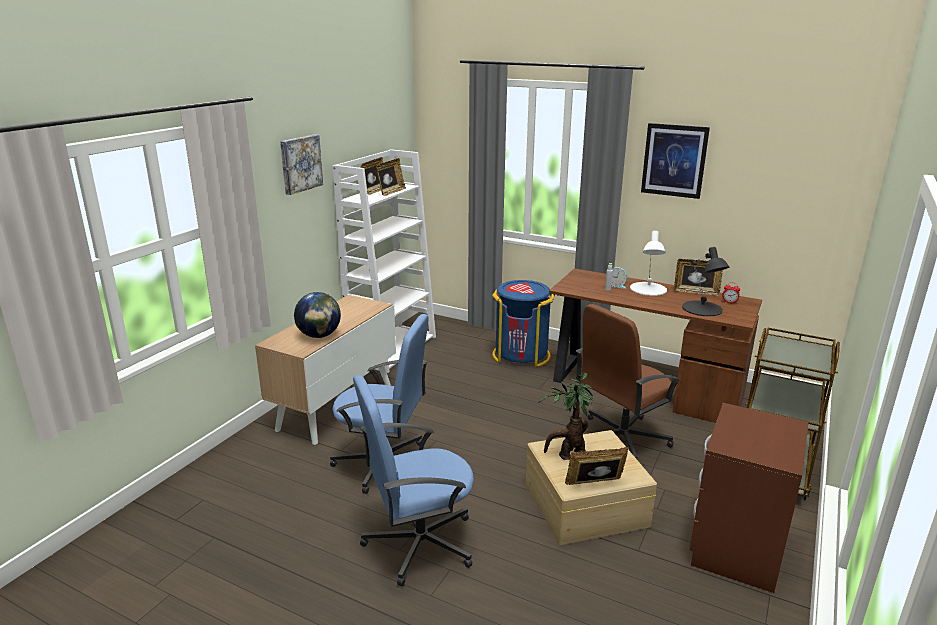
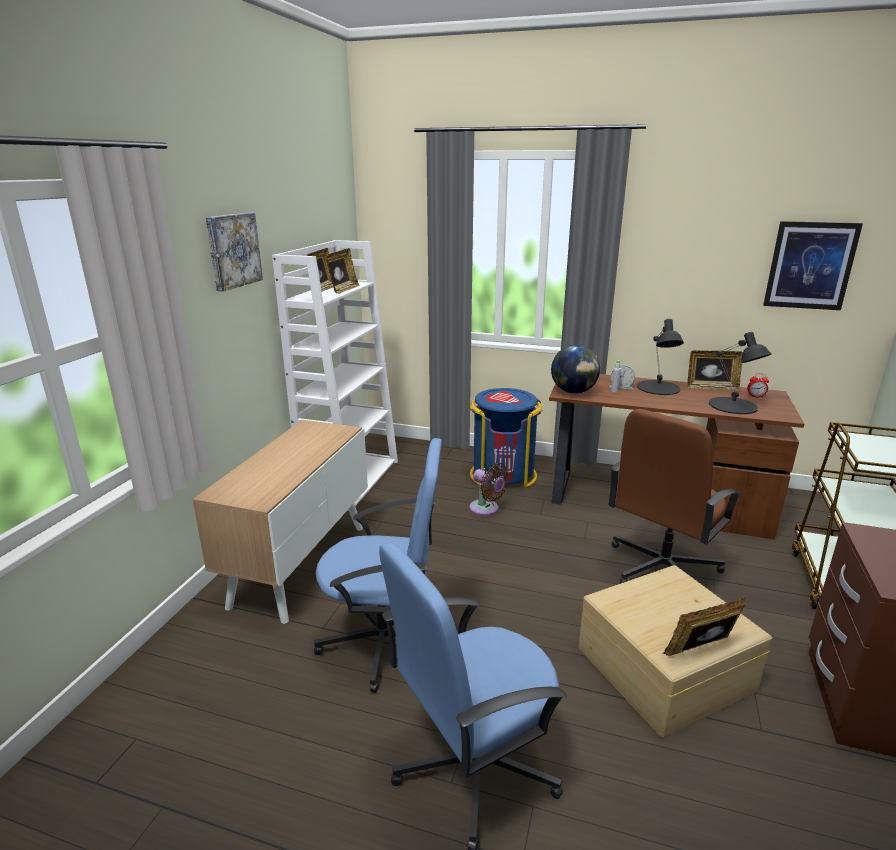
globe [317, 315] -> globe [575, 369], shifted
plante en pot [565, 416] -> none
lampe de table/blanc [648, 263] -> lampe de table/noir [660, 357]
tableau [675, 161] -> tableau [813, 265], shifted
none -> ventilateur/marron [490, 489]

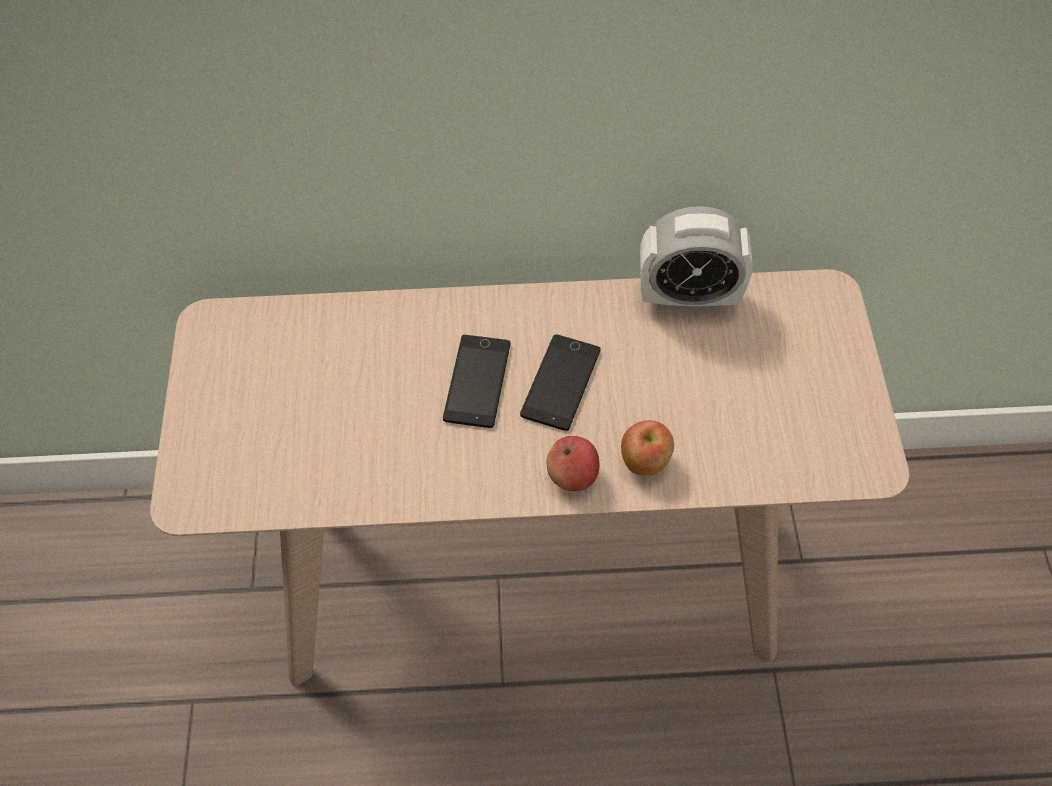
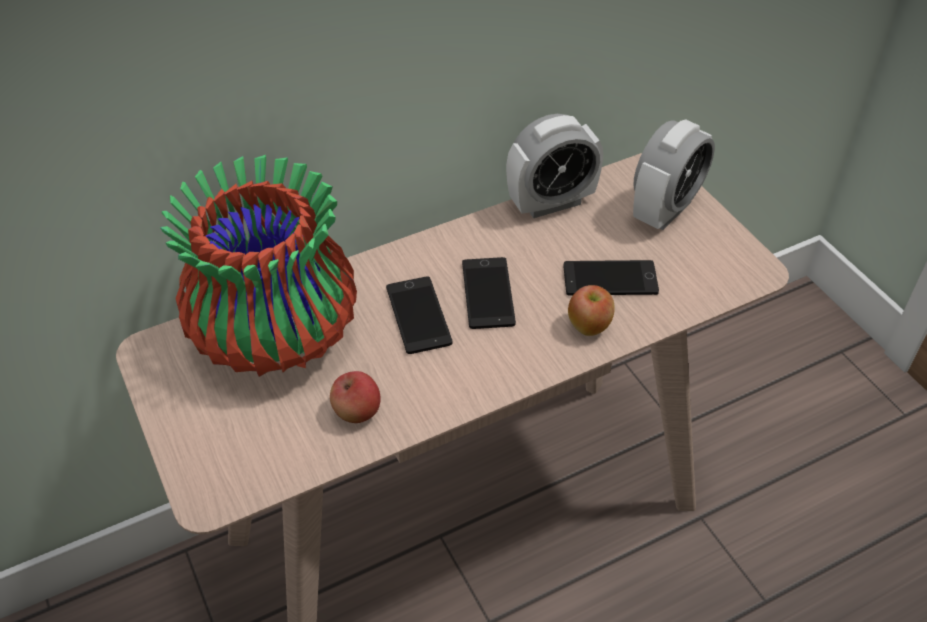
pomme [573, 463] -> pomme [355, 397], shifted
none -> vase [258, 266]
none -> téléphone [611, 278]
none -> réveil [674, 174]

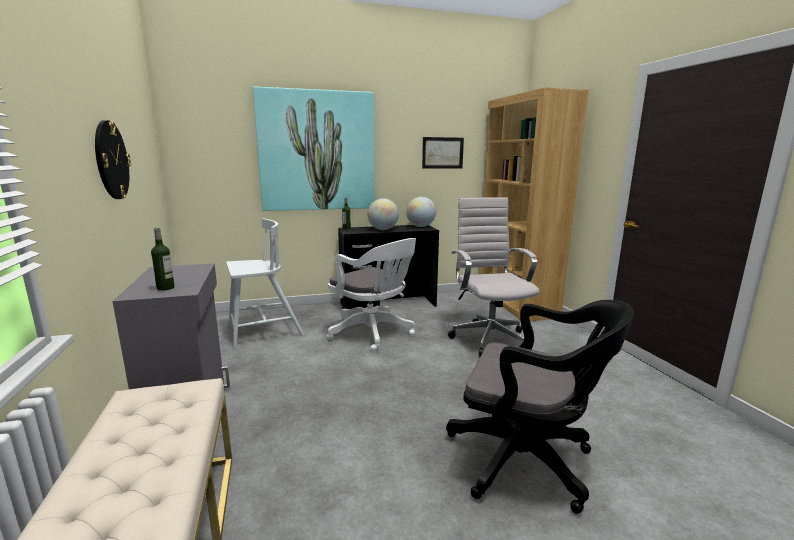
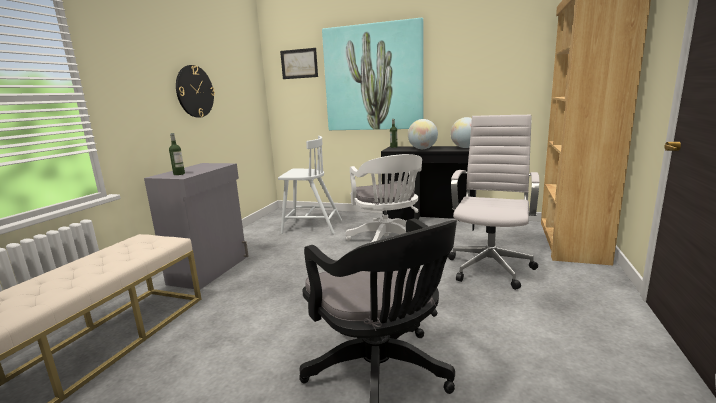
tableau [443, 153] -> tableau [299, 63], shifted

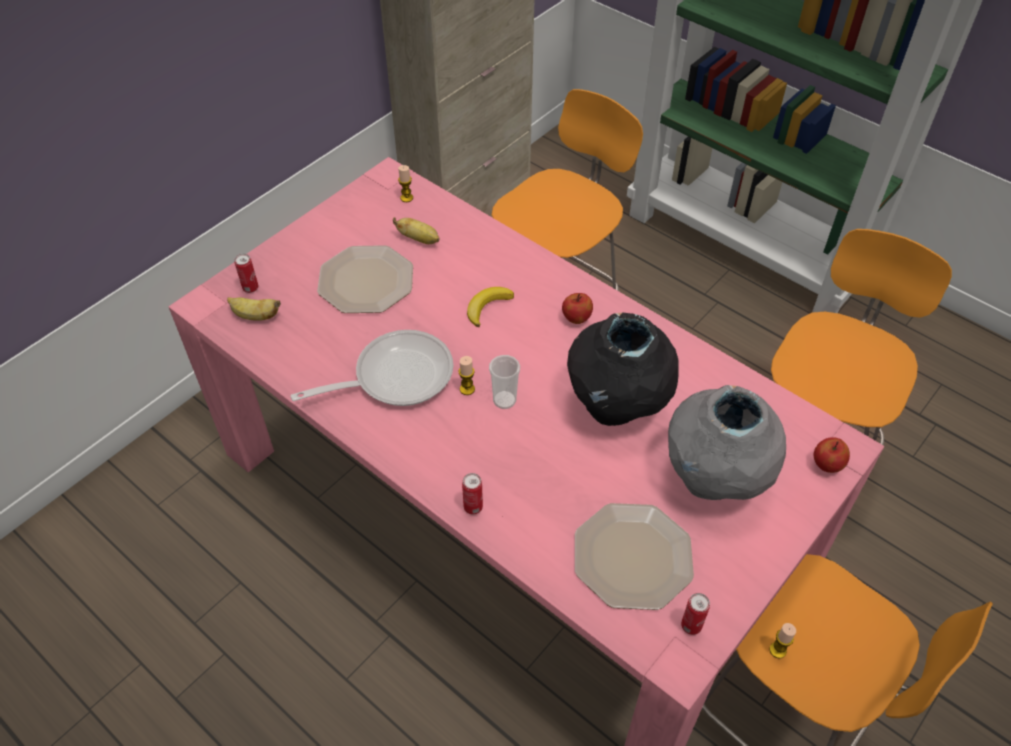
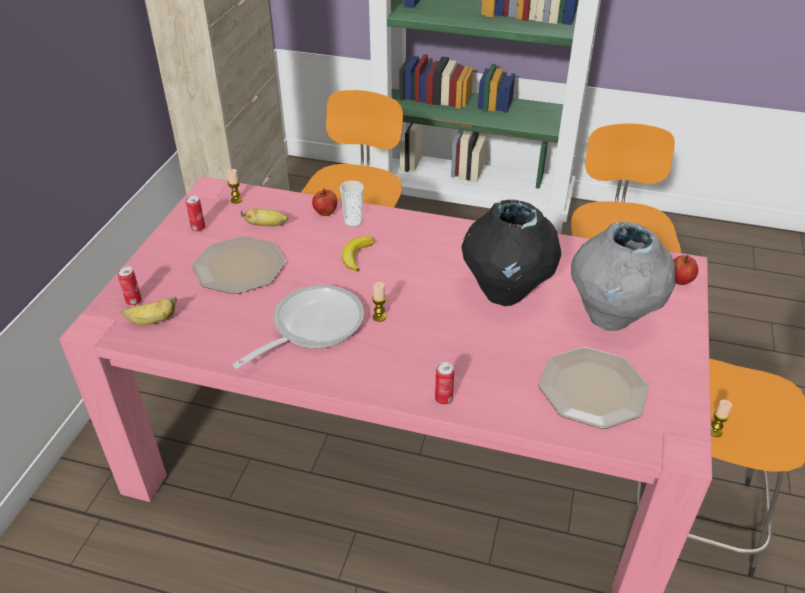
tasse [504, 382] -> tasse [352, 204], shifted
pomme [577, 308] -> pomme [324, 202], shifted
boîte métallique [695, 614] -> boîte métallique [195, 214], shifted

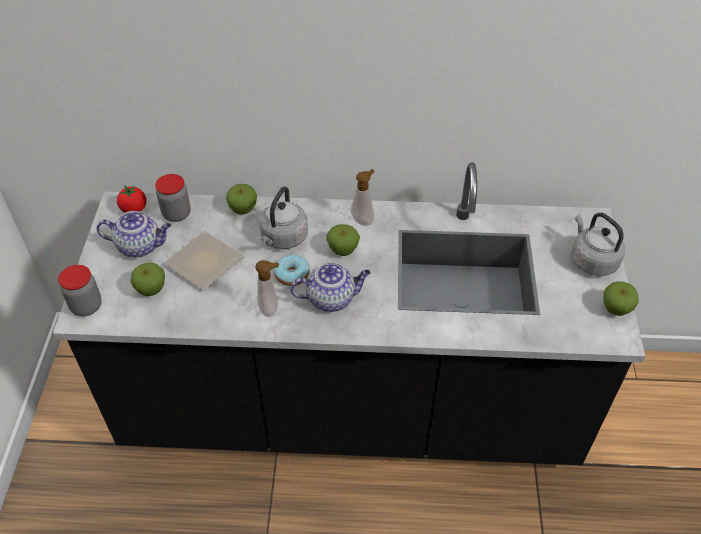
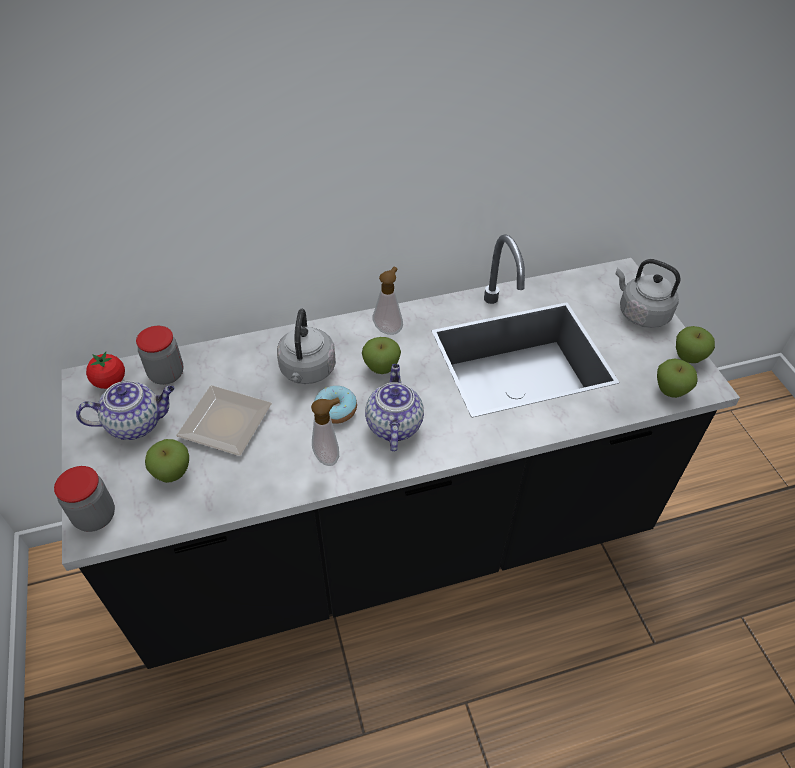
pomme [241, 199] -> pomme [677, 378], shifted
théière [330, 287] -> théière [394, 408], 60 degrees counterclockwise

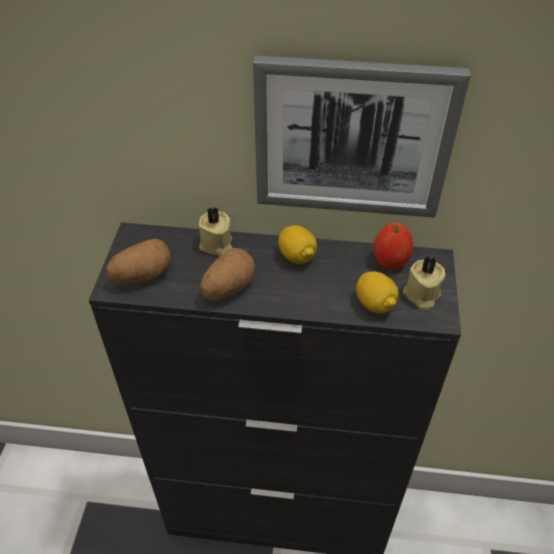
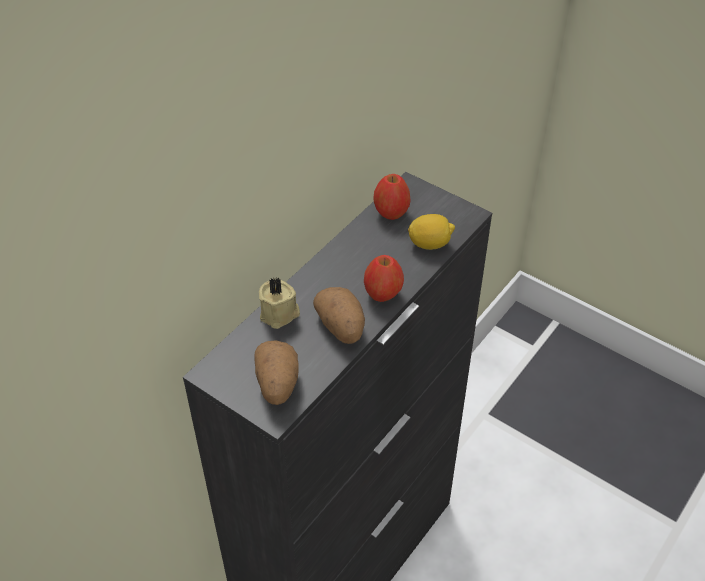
tableau [361, 137] -> none
citron [297, 244] -> none
bougie/beige [424, 282] -> none
none -> pomme [384, 278]

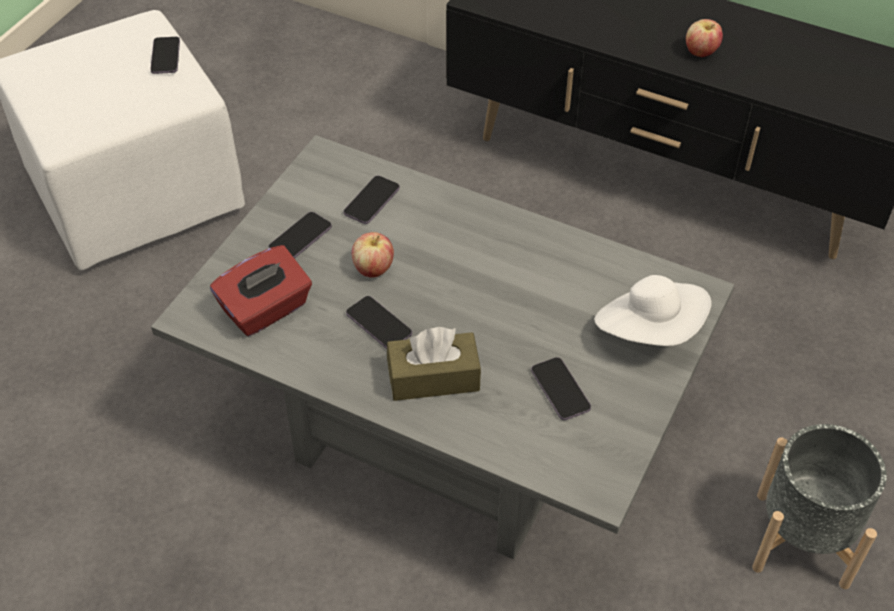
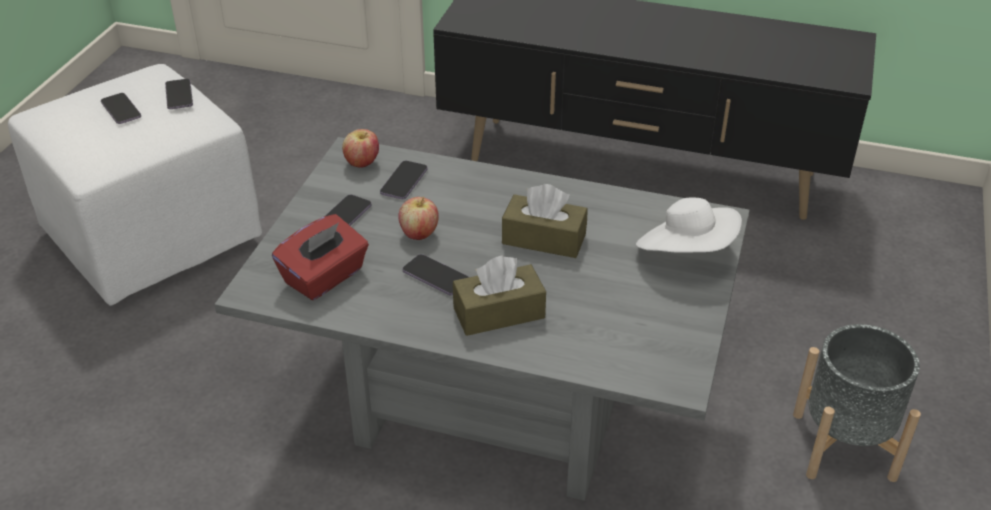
téléphone [561, 388] -> téléphone [121, 108], shifted
pomme [704, 38] -> pomme [360, 148], shifted
none -> boîte à mouchoirs/marron [545, 221]

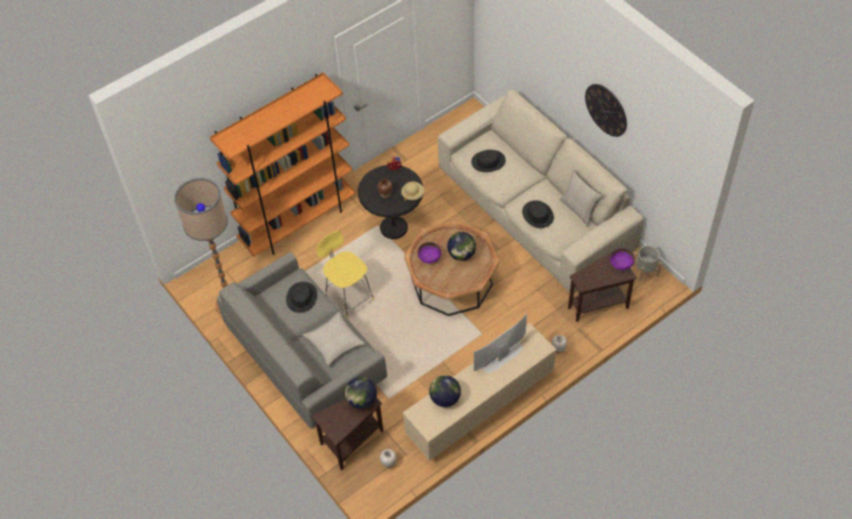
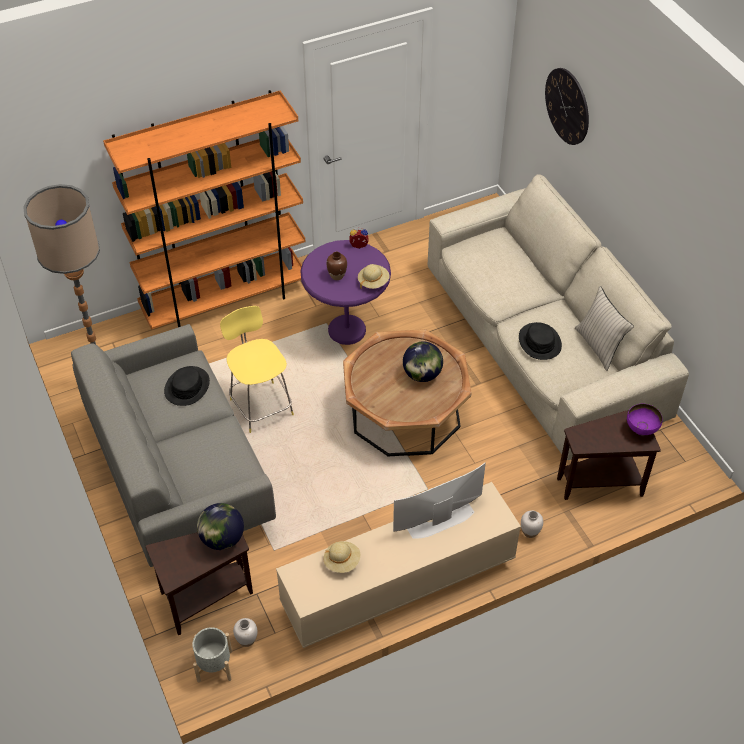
coussin/beige [334, 339] -> none
table d'appoint/noir [390, 202] -> table d'appoint/violet [345, 292]
bol/violet [429, 253] -> none
globe [445, 391] -> chapeau/beige [342, 557]
chapeau/noir [488, 161] -> none
horloge murale [606, 110] -> horloge murale [567, 106], shifted
cache-pot/gris [647, 263] -> cache-pot/gris [212, 654], shifted

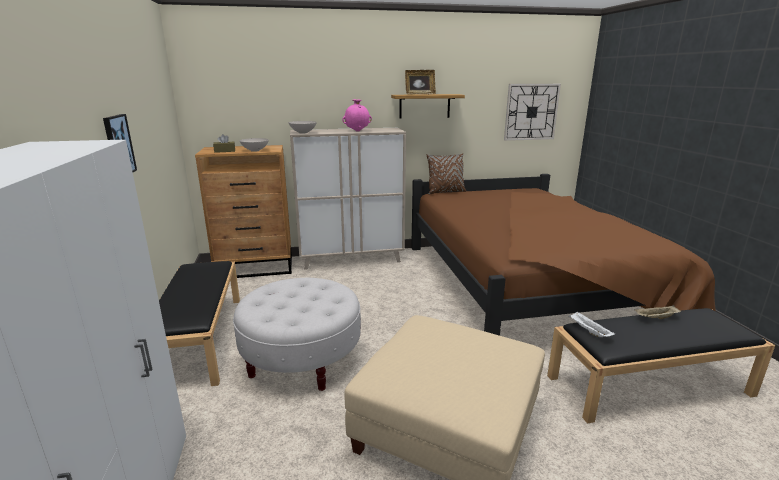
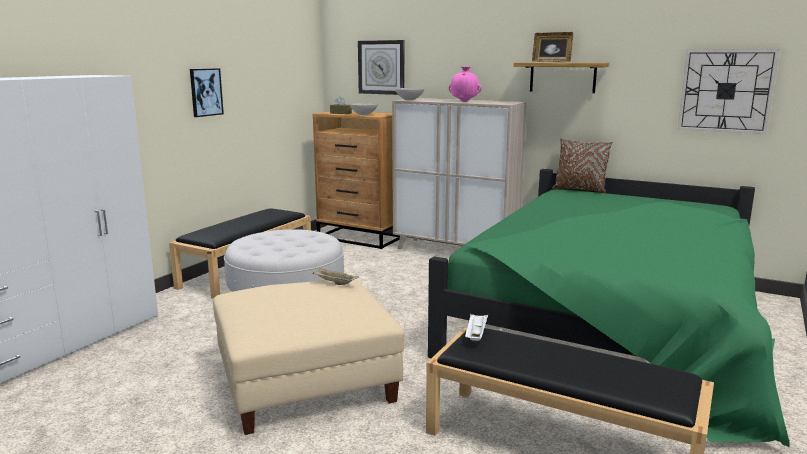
lit/marron [563, 255] -> lit/vert [609, 308]
plateau/beige [658, 312] -> plateau/beige [336, 276], shifted
none -> horloge murale [381, 67]

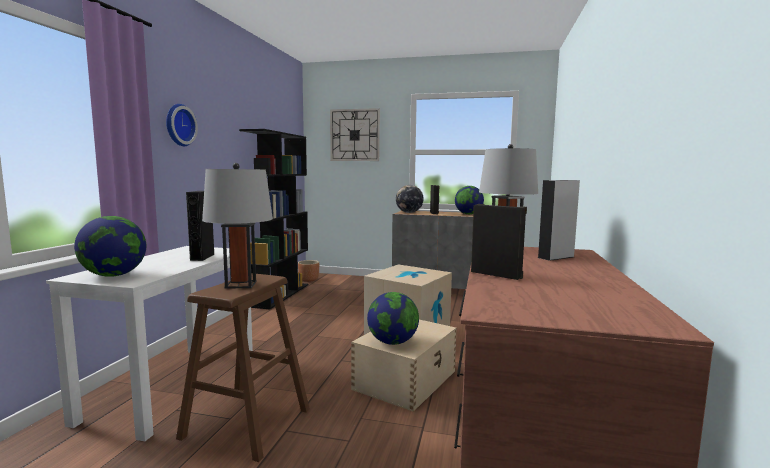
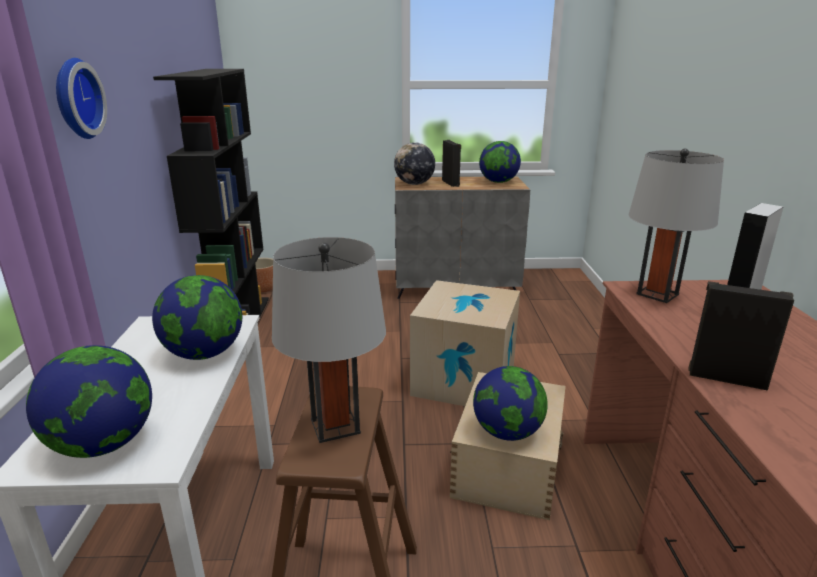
enceinte/noir [200, 226] -> globe [197, 317]
horloge murale [355, 134] -> none

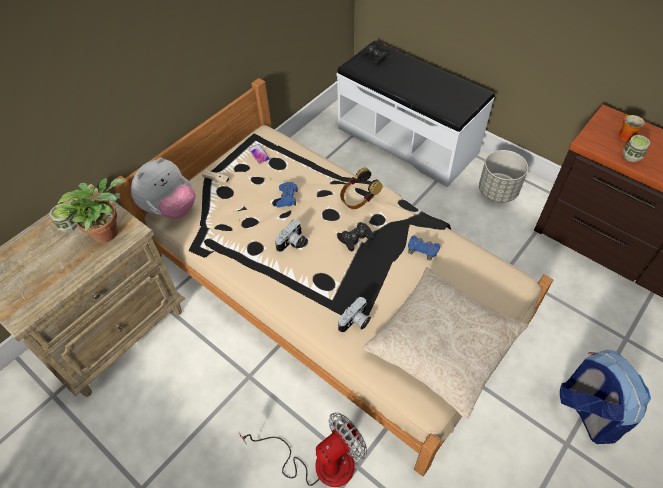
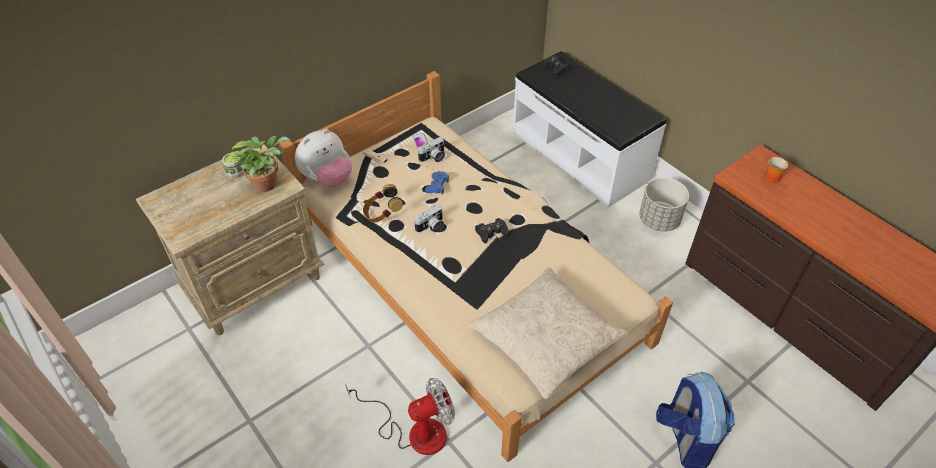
appareil photo [354, 315] -> appareil photo [431, 149], shifted
casque audio [361, 188] -> casque audio [383, 203], shifted
manette/bleu [424, 248] -> none
tasse [636, 148] -> none

